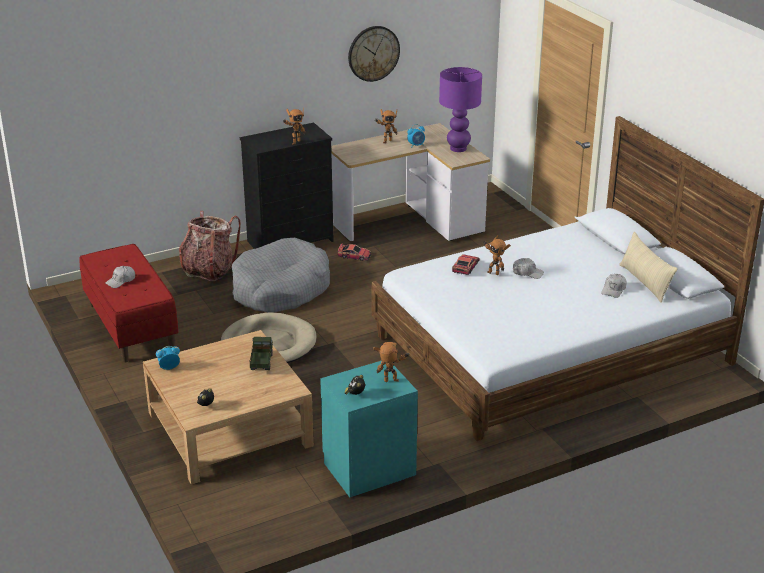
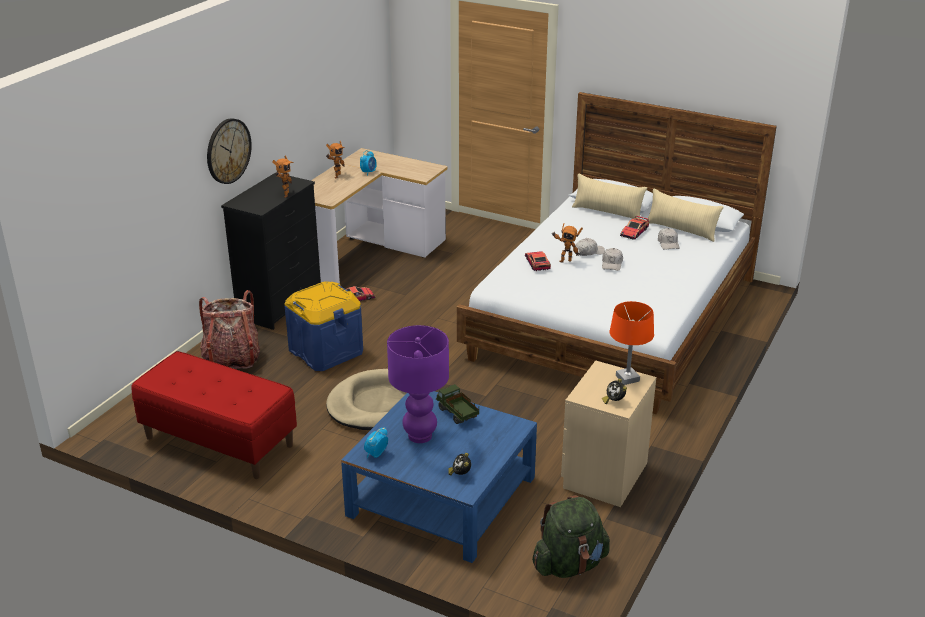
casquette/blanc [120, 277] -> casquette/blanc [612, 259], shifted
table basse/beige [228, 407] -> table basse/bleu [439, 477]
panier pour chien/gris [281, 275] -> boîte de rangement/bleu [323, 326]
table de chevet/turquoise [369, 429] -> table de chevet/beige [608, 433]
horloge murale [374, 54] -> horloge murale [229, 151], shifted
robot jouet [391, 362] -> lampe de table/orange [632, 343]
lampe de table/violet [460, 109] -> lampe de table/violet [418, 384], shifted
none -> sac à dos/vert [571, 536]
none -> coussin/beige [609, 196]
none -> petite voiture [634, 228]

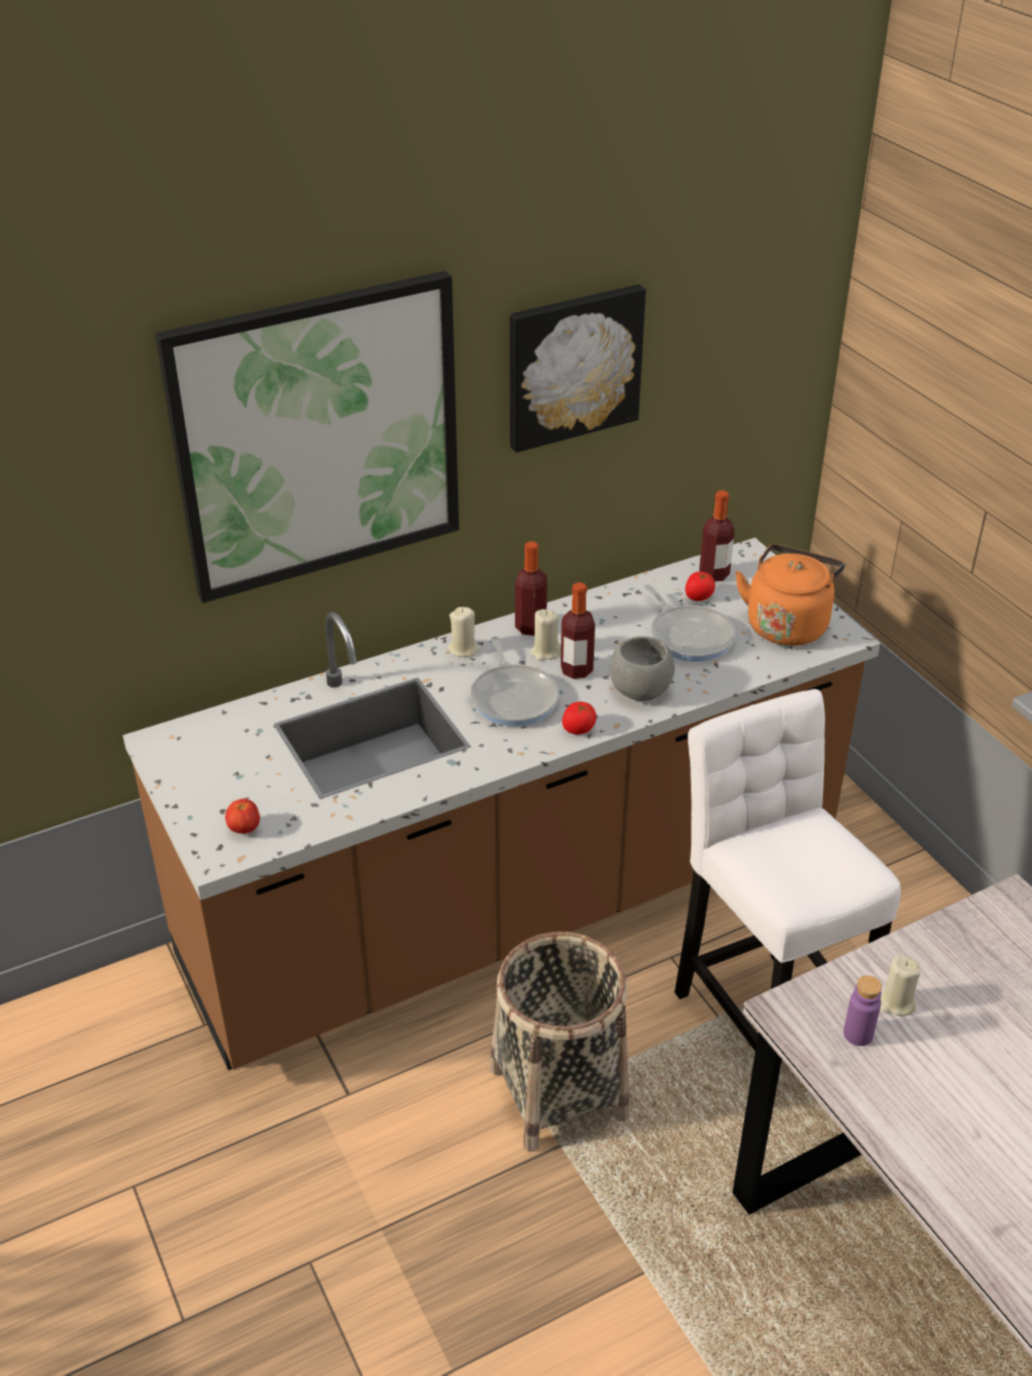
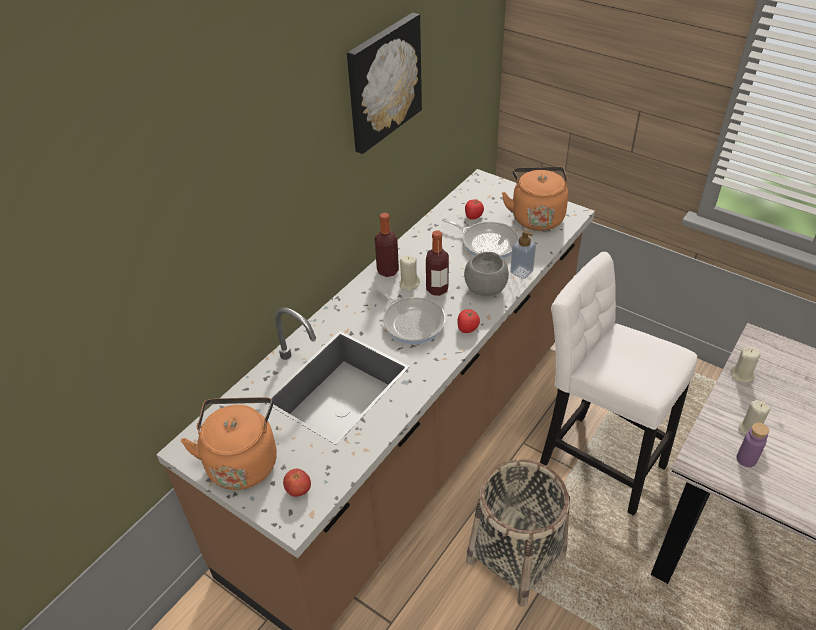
tableau [307, 437] -> none
bougie/beige [464, 632] -> bougie/beige [745, 365], shifted
bouteille [717, 536] -> none
none -> bouilloire/orange [229, 443]
none -> distributeur de savon [523, 254]

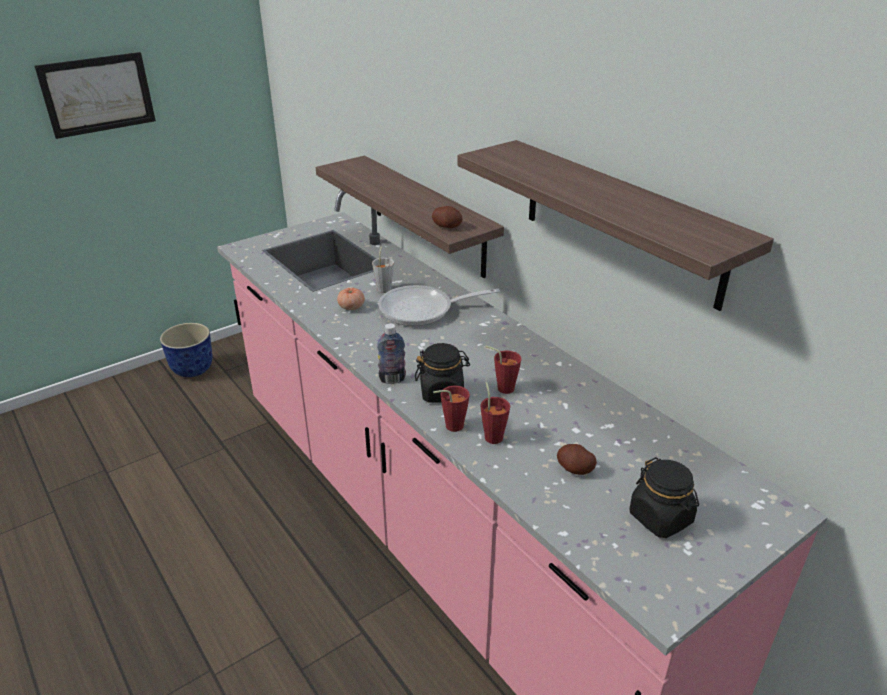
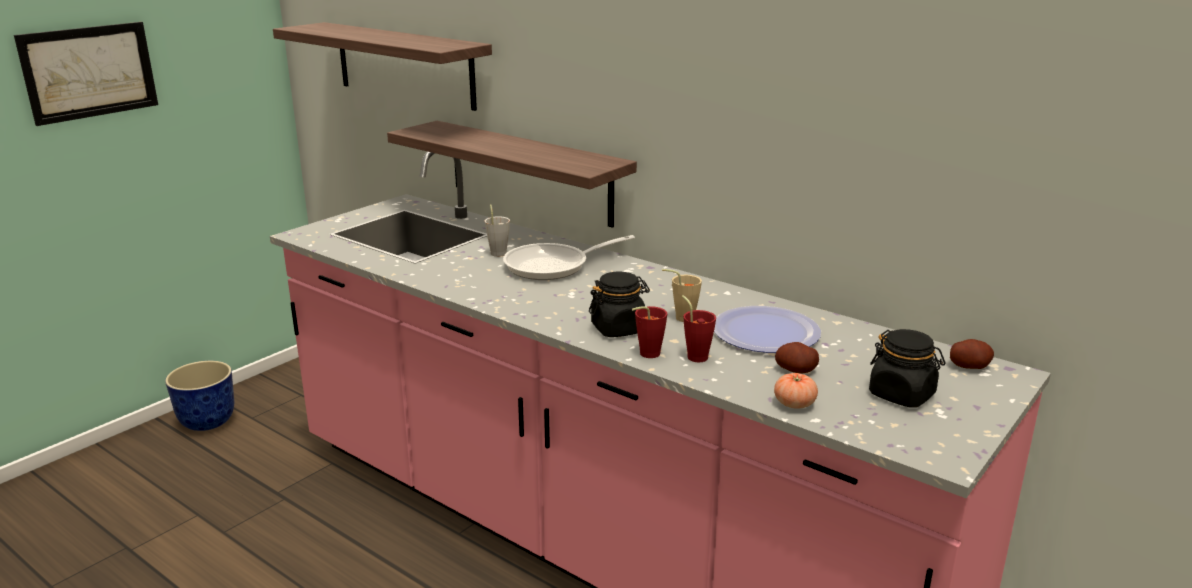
tomate [351, 299] -> tomate [796, 391], shifted
bouteille [391, 353] -> none
pomme de terre [447, 217] -> pomme de terre [972, 354], shifted
étagère [616, 225] -> étagère [382, 66], shifted
tasse/rouge [503, 370] -> tasse/beige [682, 295]
none -> assiette [767, 329]

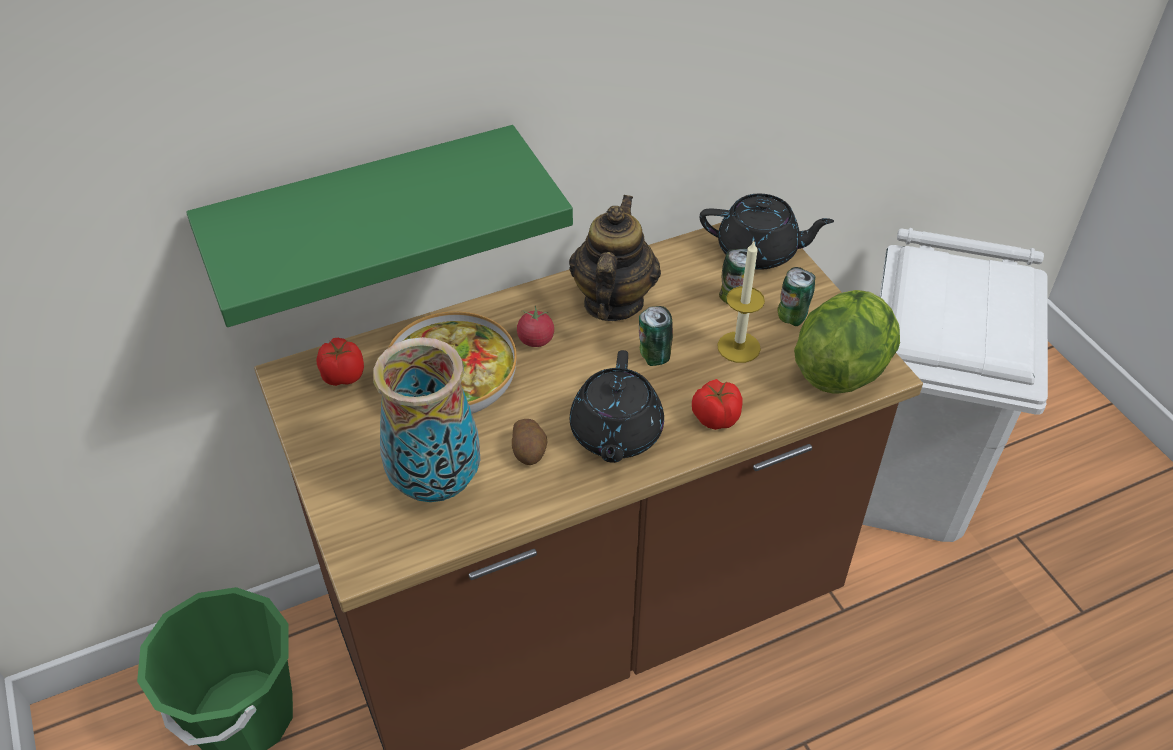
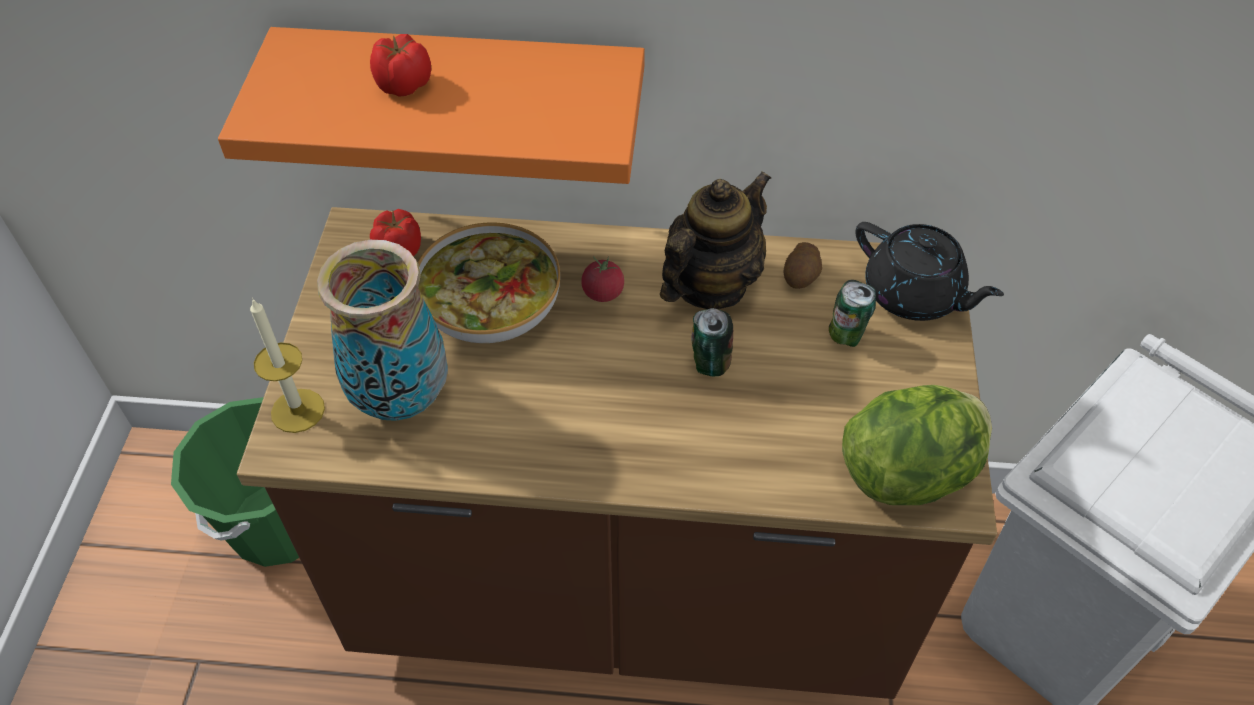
étagère/vert [379, 226] -> étagère/orange [431, 105]
pomme de terre [530, 442] -> pomme de terre [802, 265], shifted
théière/noir [617, 406] -> none
tomate [717, 404] -> tomate [400, 65], shifted
bougie [741, 301] -> bougie [287, 365], shifted
boîte métallique [796, 296] -> none

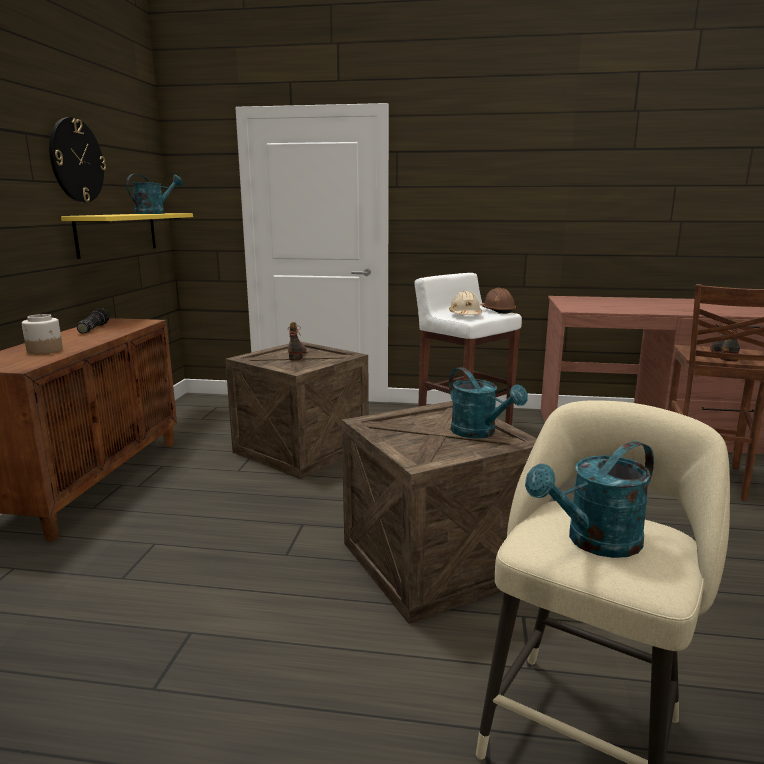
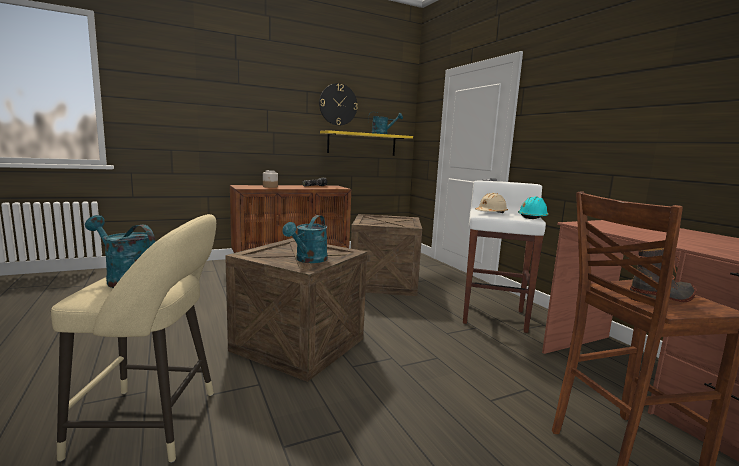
botte [297, 341] -> none
casque de chantier/marron [498, 301] -> casque de chantier/turquoise [533, 207]

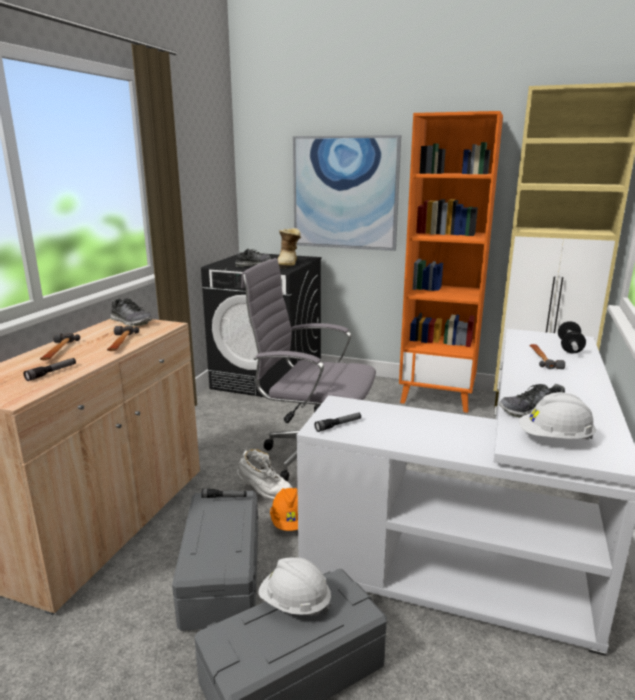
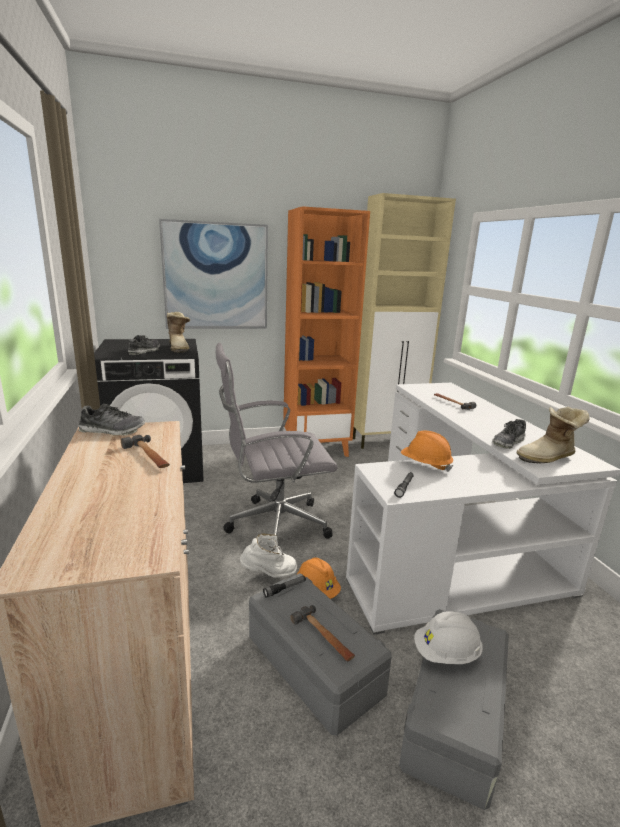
lampe de poche [50, 369] -> none
marteau [60, 346] -> marteau [323, 633], shifted
casque de chantier/blanc [557, 416] -> botte [553, 435]
haltère [572, 337] -> none
none -> casque de chantier/orange [427, 451]

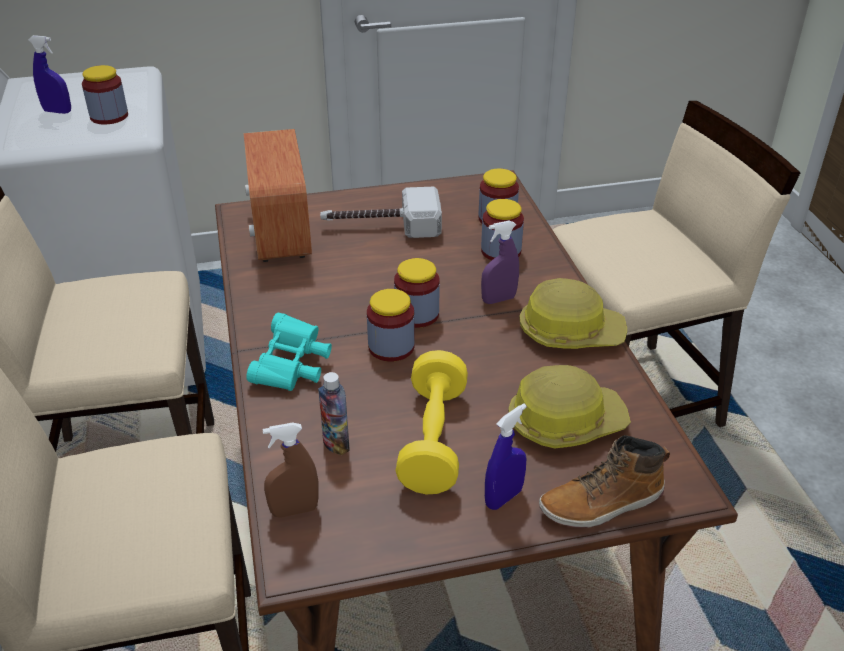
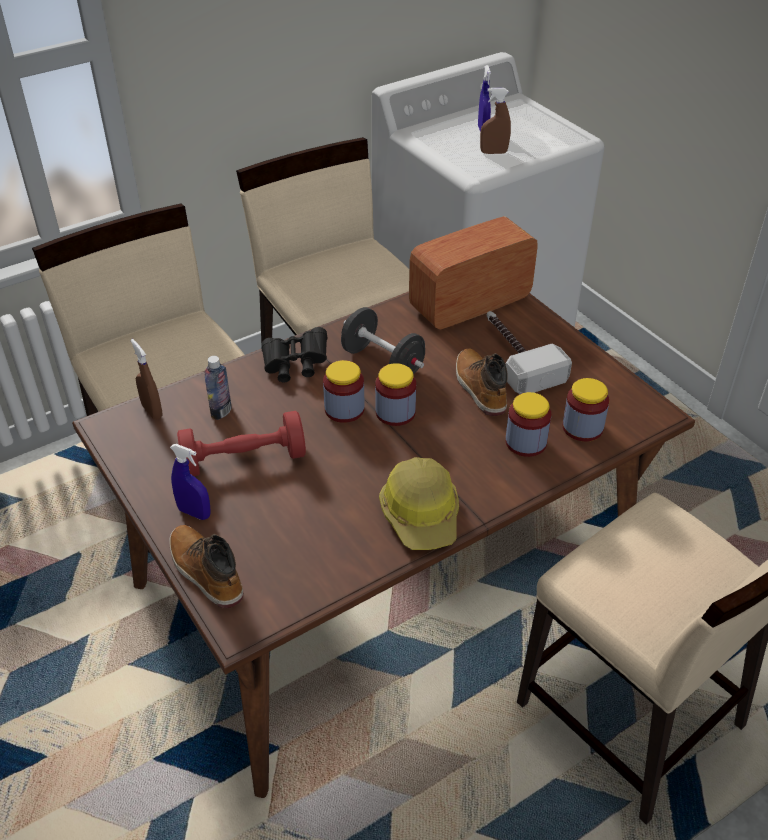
bocal [105, 94] -> vaporisateur/marron [495, 121]
jumelles/turquoise [289, 352] -> jumelles/noir [294, 354]
haltère/jaune [431, 422] -> haltère/rouge [241, 443]
vaporisateur/violet [500, 262] -> none
casque de chantier [569, 406] -> none
none -> haltère/noir [383, 340]
none -> botte [481, 382]

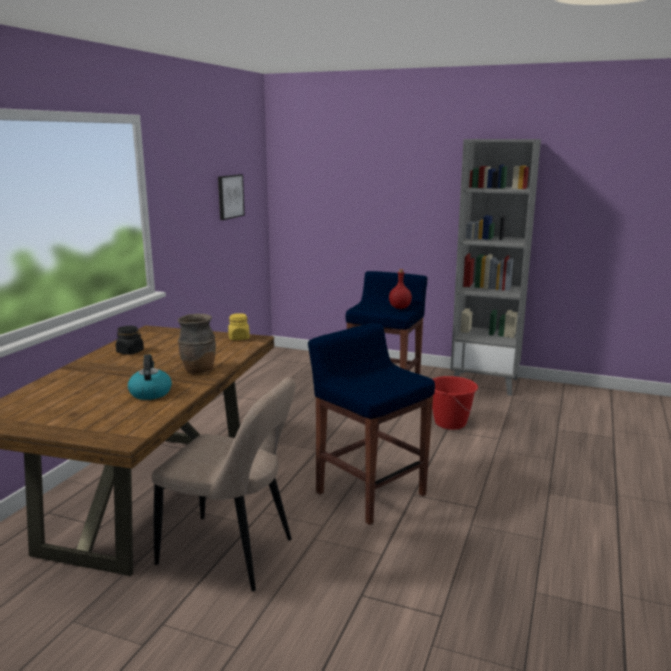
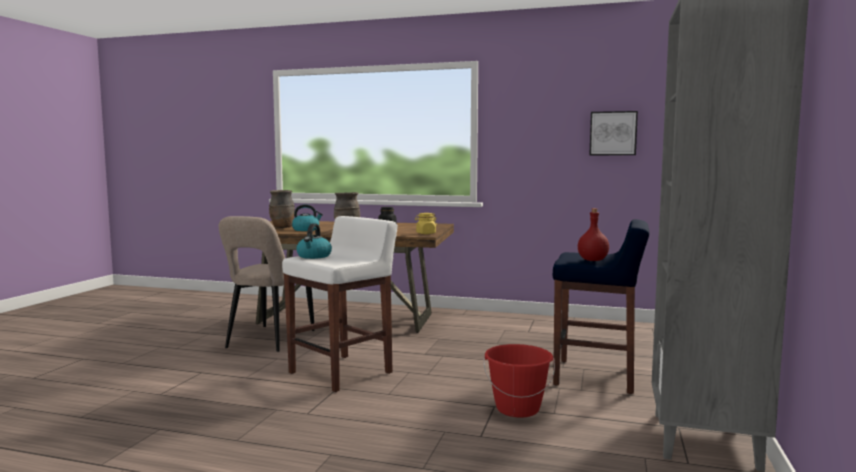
tabouret/bleu [371, 424] -> tabouret/blanc [340, 304]
none -> vase/marron [282, 209]
none -> bouilloire [314, 241]

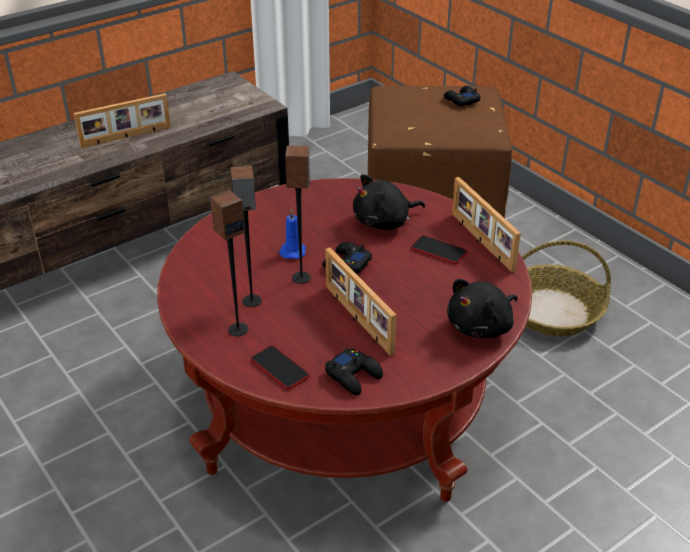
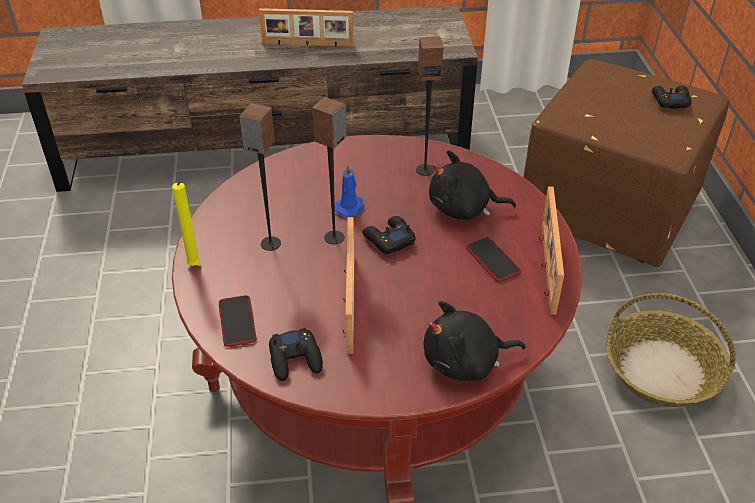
enceinte [229, 263] -> enceinte [429, 106], shifted
none -> bougie/jaune [186, 223]

